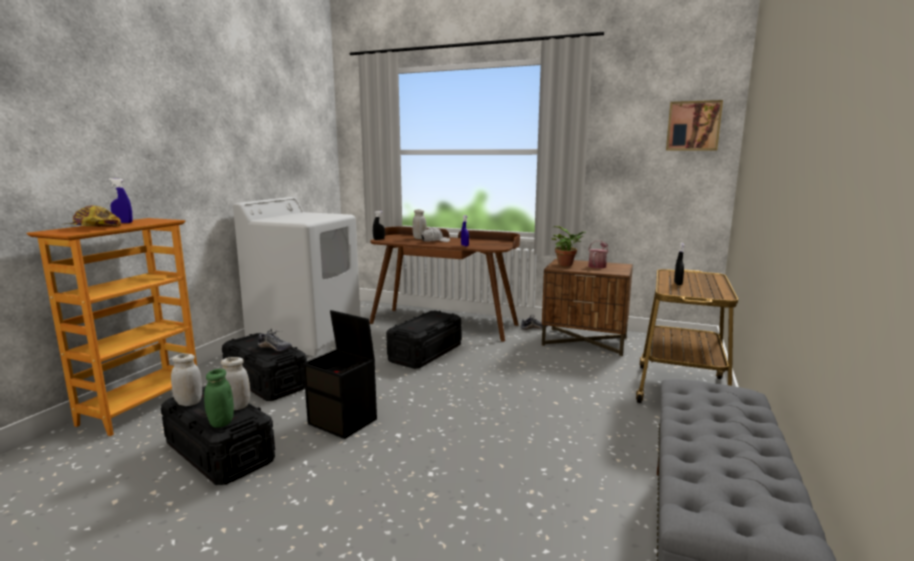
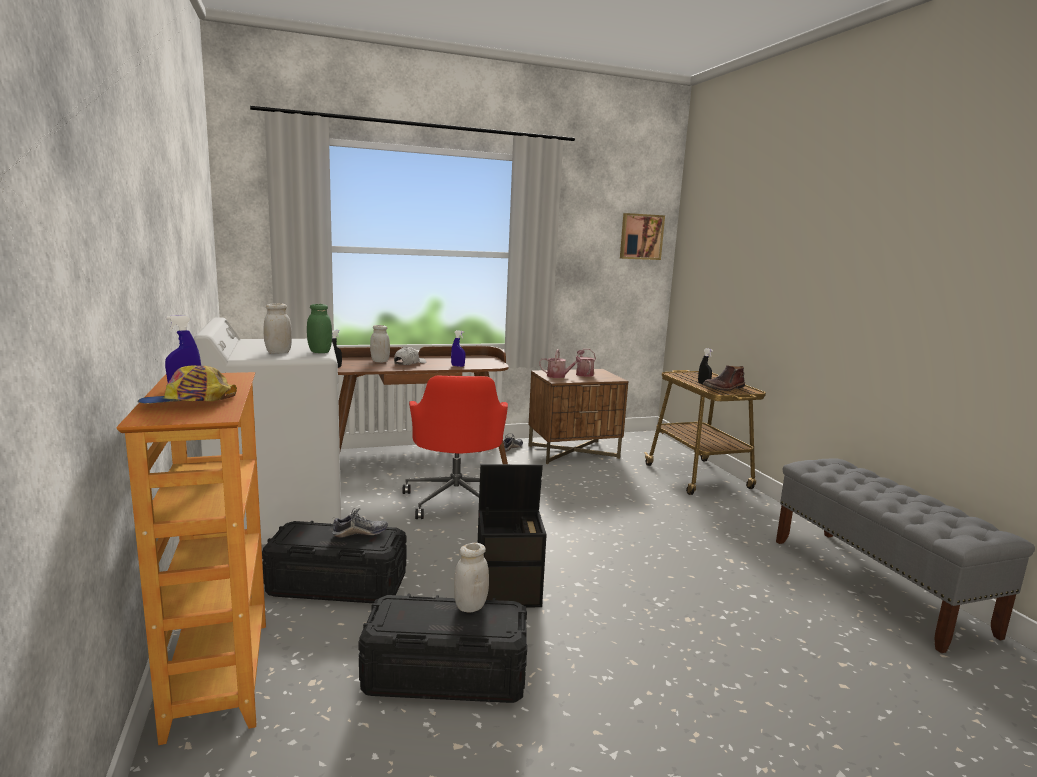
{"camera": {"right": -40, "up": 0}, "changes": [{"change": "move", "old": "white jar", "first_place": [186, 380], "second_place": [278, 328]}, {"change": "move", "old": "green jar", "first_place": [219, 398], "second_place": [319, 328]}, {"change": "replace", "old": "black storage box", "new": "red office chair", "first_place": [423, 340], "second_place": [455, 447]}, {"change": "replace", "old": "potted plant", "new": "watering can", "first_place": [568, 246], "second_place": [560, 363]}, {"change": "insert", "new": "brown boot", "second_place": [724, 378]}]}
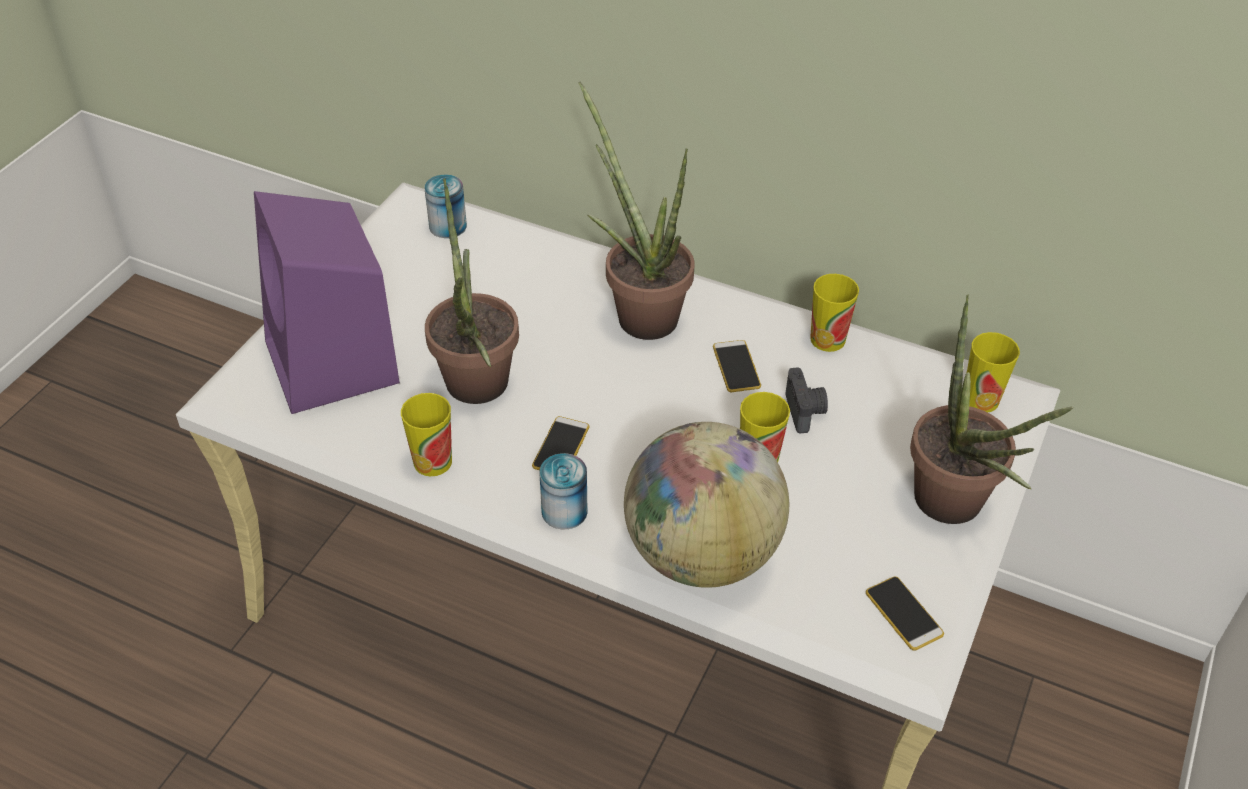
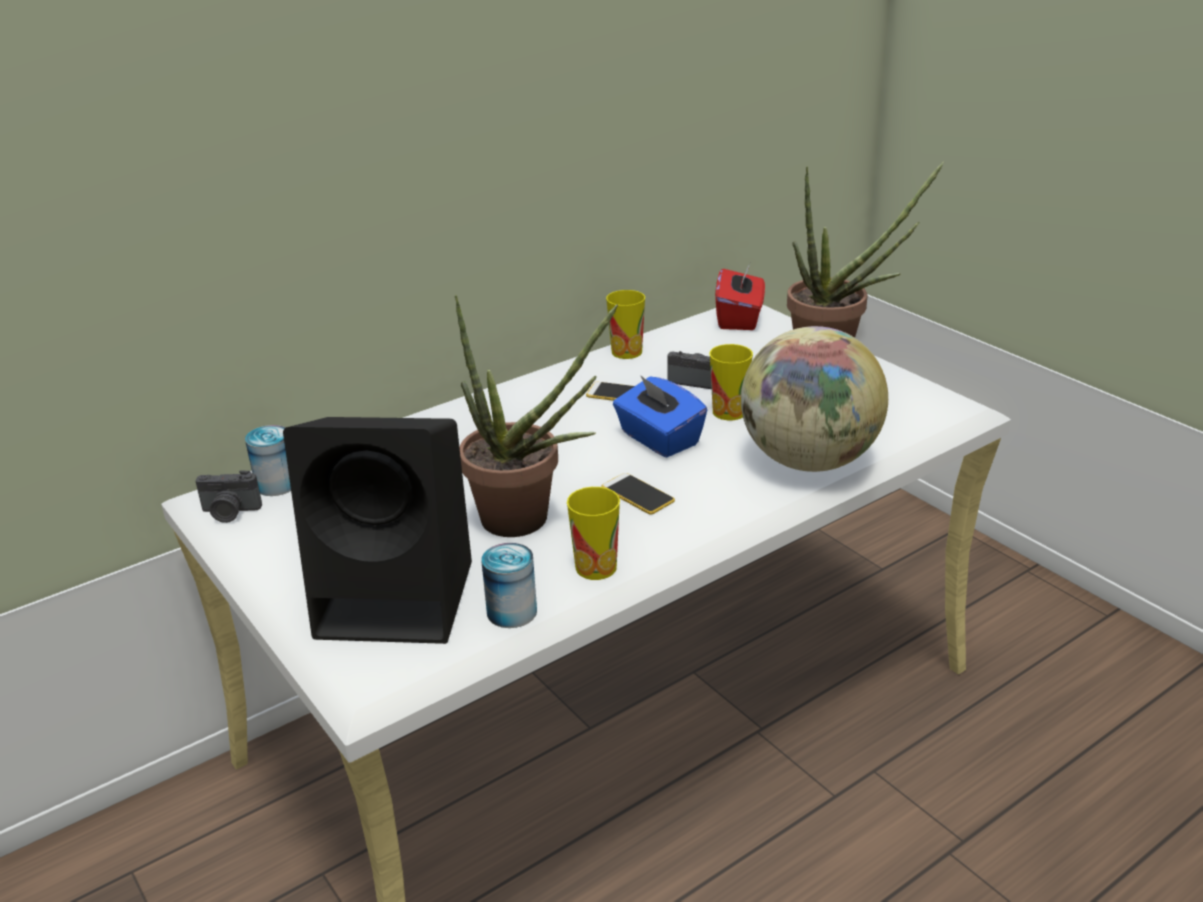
{"camera": {"right": -60, "up": -15}, "changes": [{"change": "insert", "new": "photo camera", "second_place": [228, 497]}, {"change": "recolor", "old": "purple speaker", "new": "black speaker", "first_place": [327, 302], "second_place": [377, 530]}, {"change": "move", "old": "can", "first_place": [564, 491], "second_place": [509, 585]}, {"change": "insert", "new": "blue tissue box", "second_place": [660, 416]}, {"change": "replace", "old": "cup", "new": "red tissue box", "first_place": [993, 372], "second_place": [740, 295]}, {"change": "delete", "old": "potted plant", "first_place": [637, 211]}, {"change": "delete", "old": "phone", "first_place": [905, 614]}]}
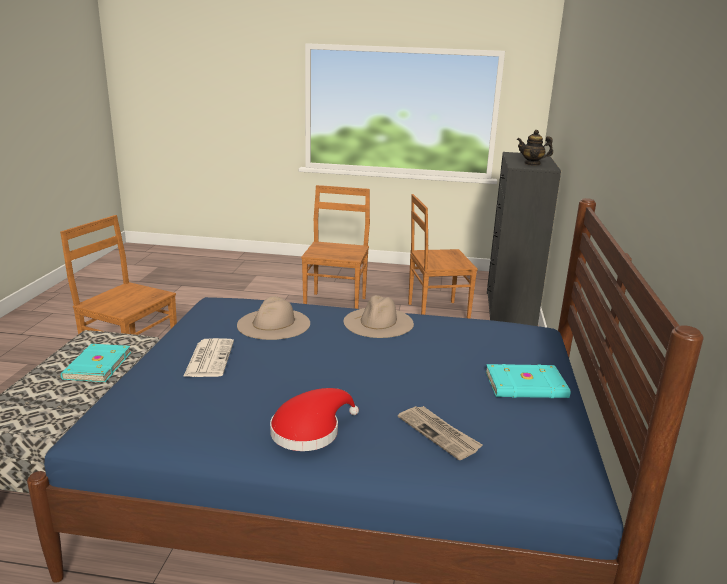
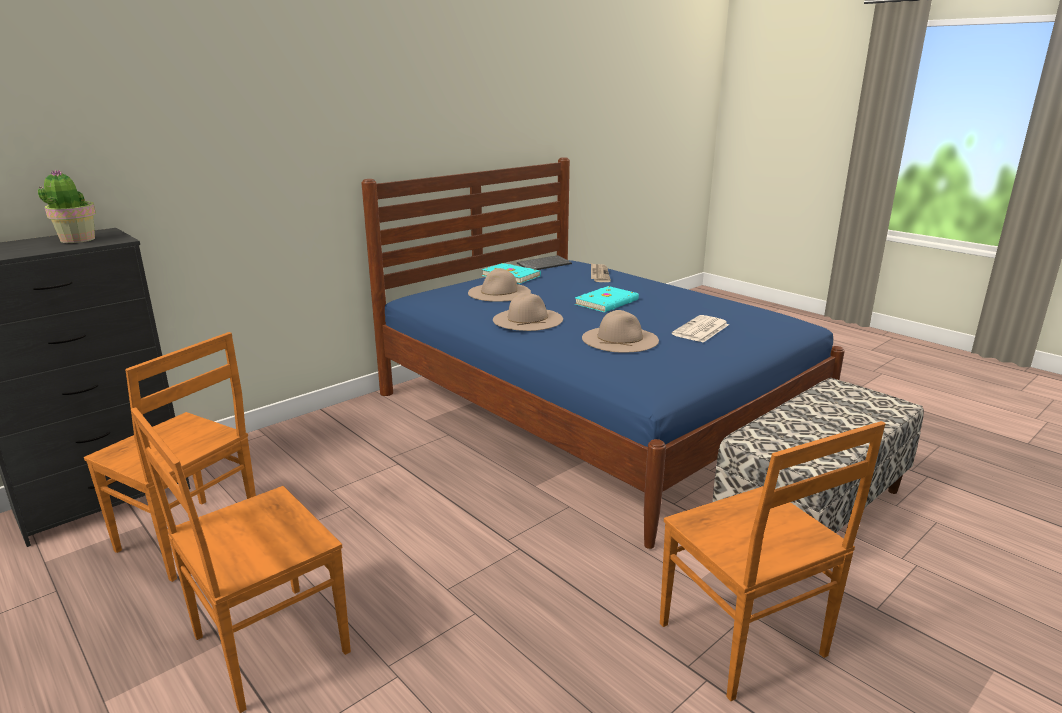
{"camera": {"right": -140, "up": 0}, "changes": [{"change": "replace", "old": "teapot", "new": "potted plant", "first_place": [535, 148], "second_place": [67, 206]}, {"change": "insert", "new": "beige hat", "second_place": [499, 285]}, {"change": "insert", "new": "keyboard", "second_place": [544, 262]}, {"change": "move", "old": "turquoise book", "first_place": [96, 363], "second_place": [607, 299]}, {"change": "delete", "old": "red hat", "first_place": [314, 419]}]}
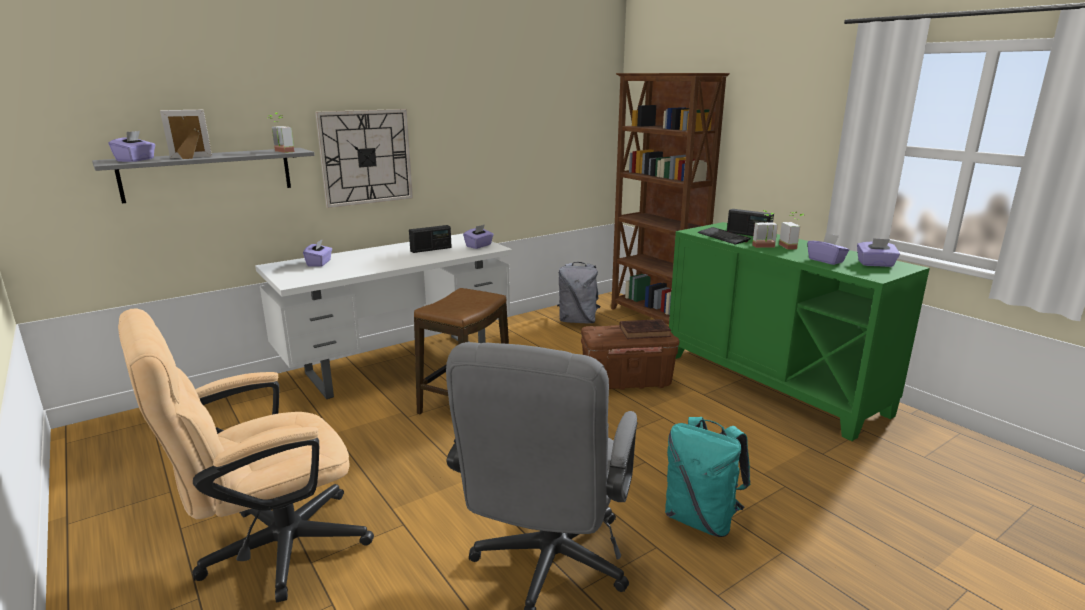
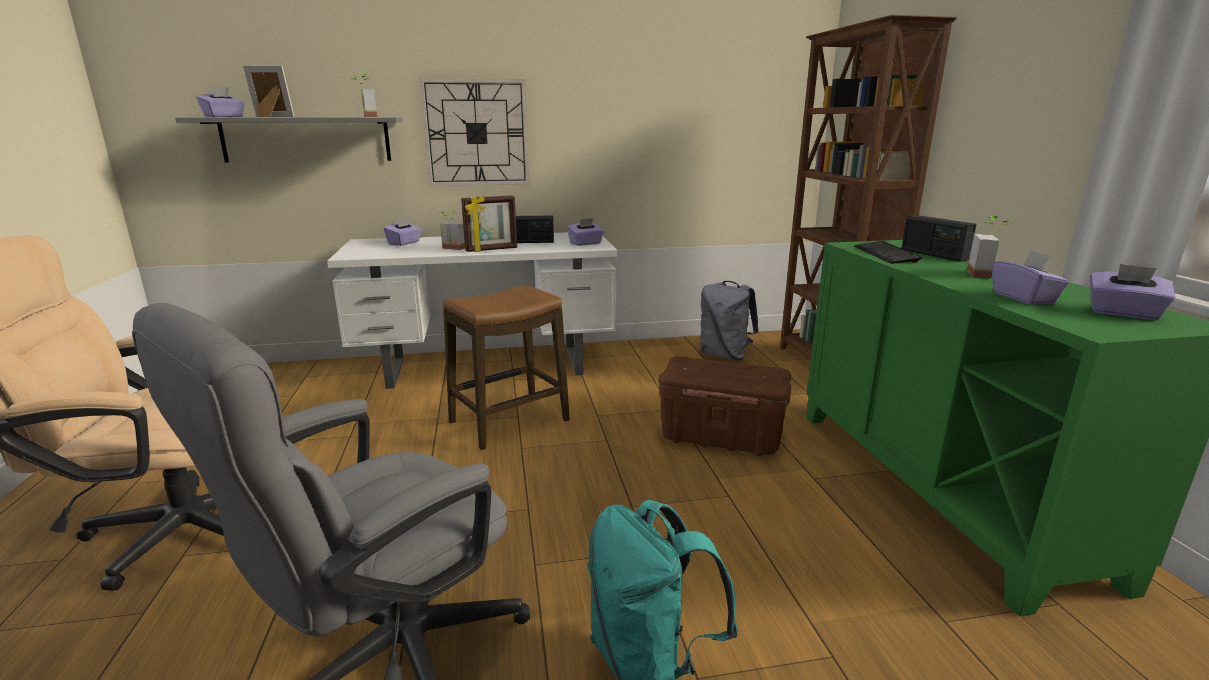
{"camera": {"right": 25, "up": 0}, "changes": [{"change": "move", "old": "potted plant", "first_place": [765, 229], "second_place": [452, 229]}, {"change": "insert", "new": "picture frame", "second_place": [489, 224]}, {"change": "delete", "old": "brown book", "first_place": [645, 329]}]}
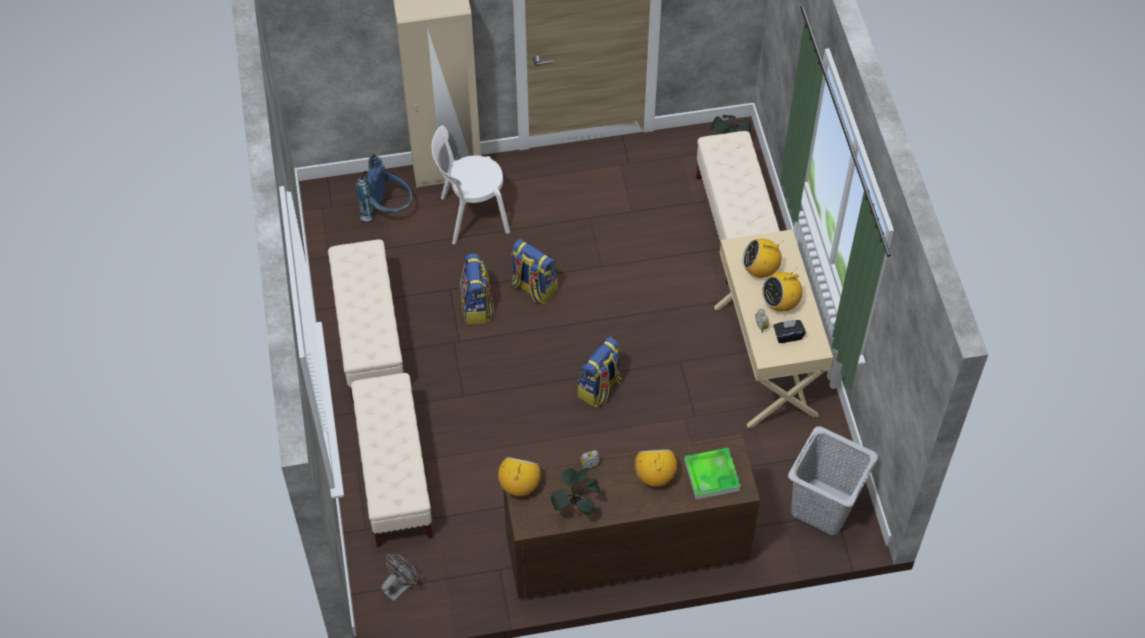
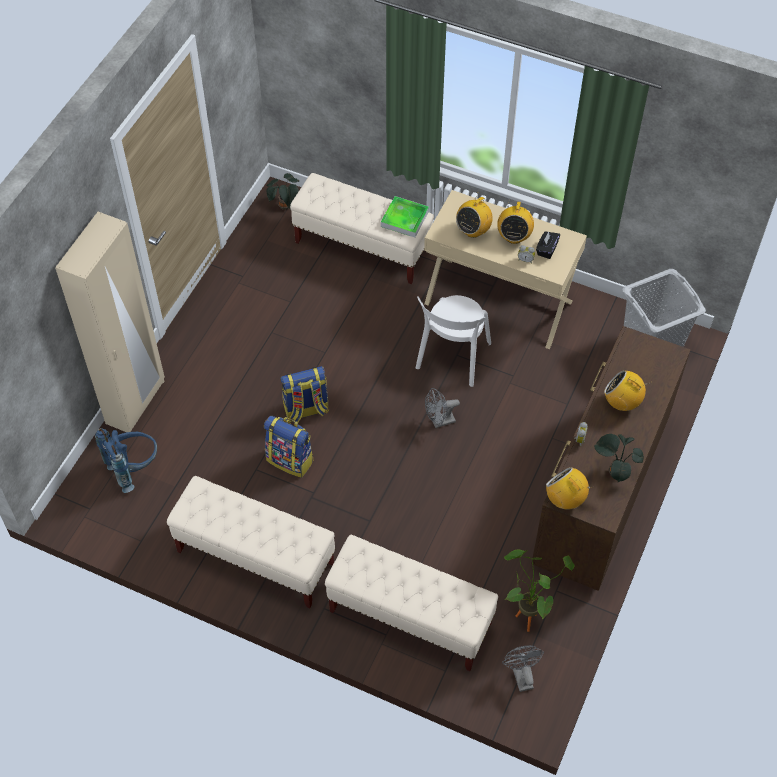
{"camera": {"right": -55, "up": 0}, "changes": [{"change": "move", "old": "tray", "first_place": [712, 474], "second_place": [405, 216]}, {"change": "move", "old": "white chair", "first_place": [471, 184], "second_place": [453, 341]}, {"change": "replace", "old": "backpack", "new": "grey fan", "first_place": [599, 372], "second_place": [442, 408]}, {"change": "insert", "new": "potted plant", "second_place": [539, 590]}]}
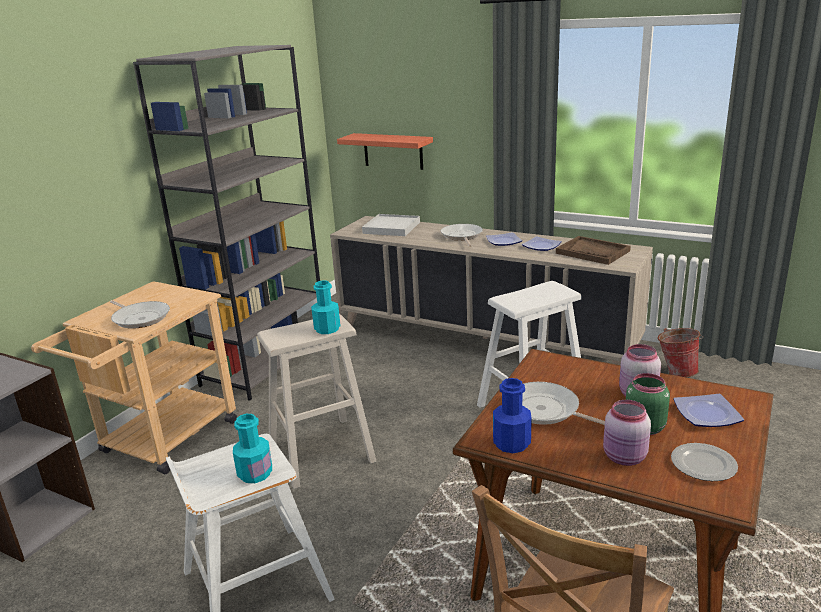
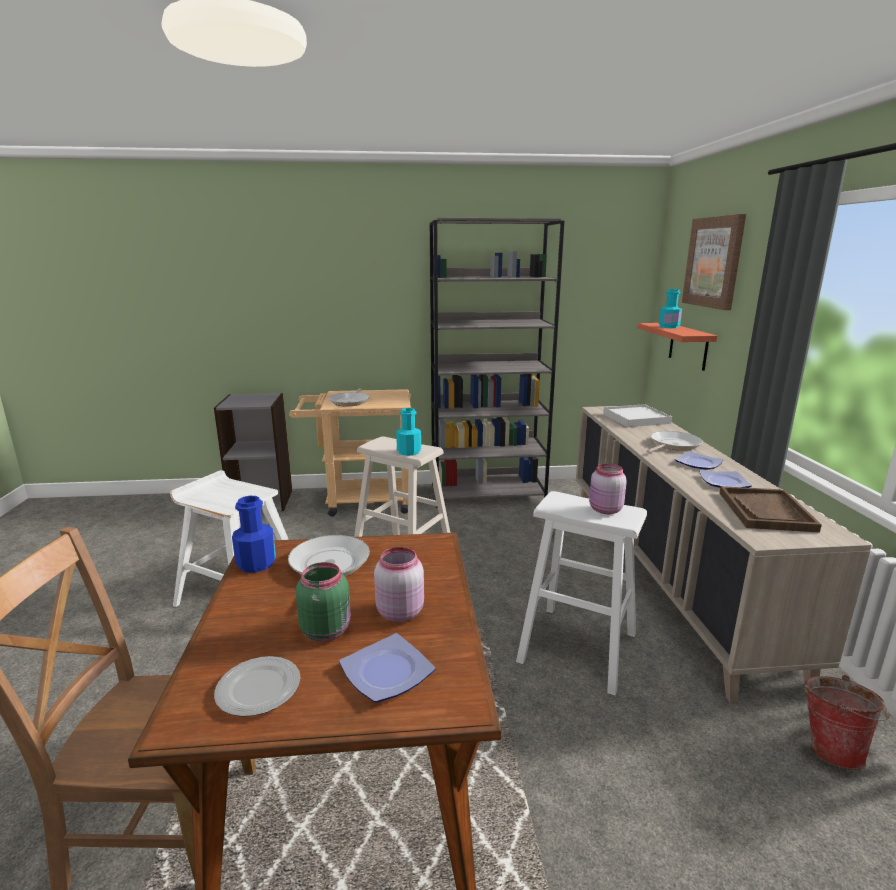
{"camera": {"right": 55, "up": -5}, "changes": [{"change": "move", "old": "pink jar", "first_place": [627, 433], "second_place": [608, 488]}, {"change": "move", "old": "turquoise bottle", "first_place": [252, 448], "second_place": [670, 308]}, {"change": "insert", "new": "picture", "second_place": [714, 262]}]}
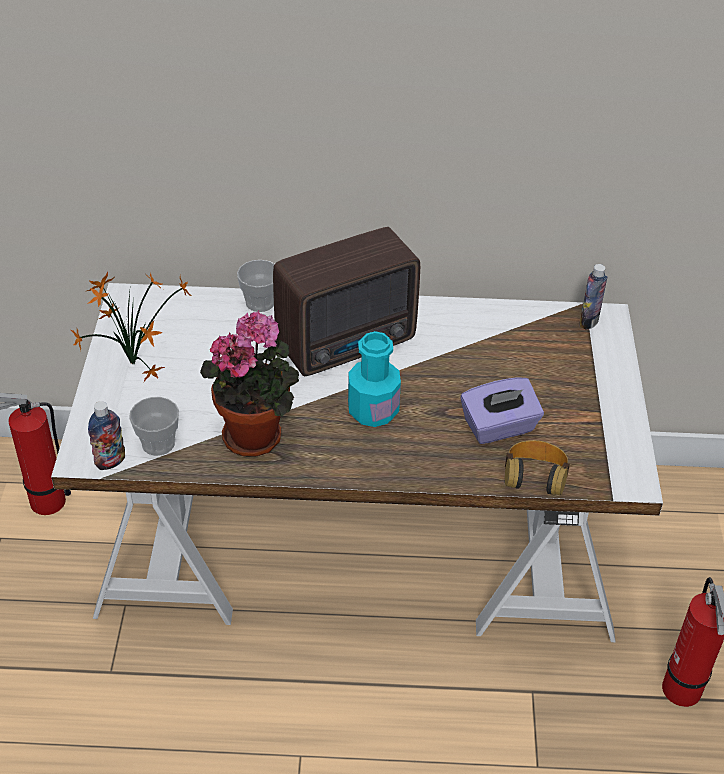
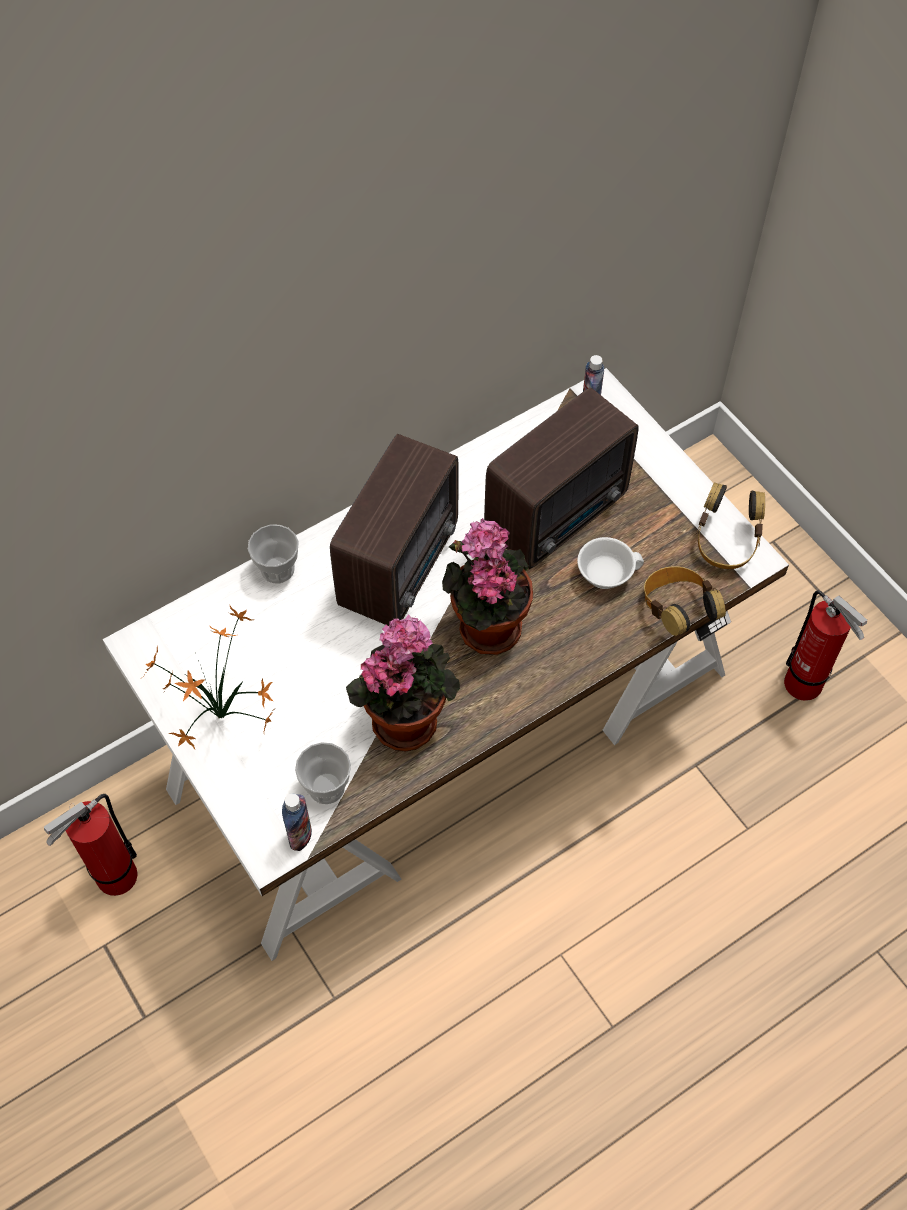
{"camera": {"right": -35, "up": 15}, "changes": [{"change": "replace", "old": "turquoise bottle", "new": "potted plant", "first_place": [374, 379], "second_place": [487, 586]}, {"change": "insert", "new": "radio", "second_place": [561, 478]}, {"change": "replace", "old": "purple tissue box", "new": "white cup", "first_place": [502, 410], "second_place": [610, 563]}, {"change": "insert", "new": "headphones", "second_place": [730, 525]}]}
